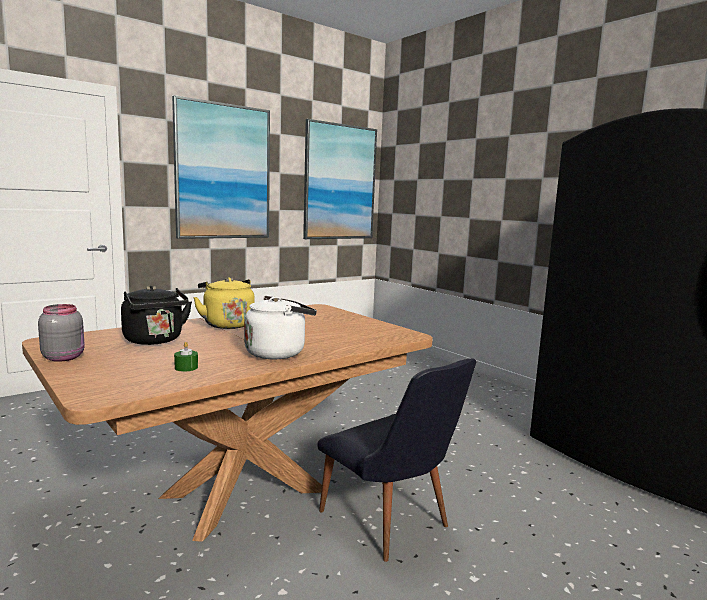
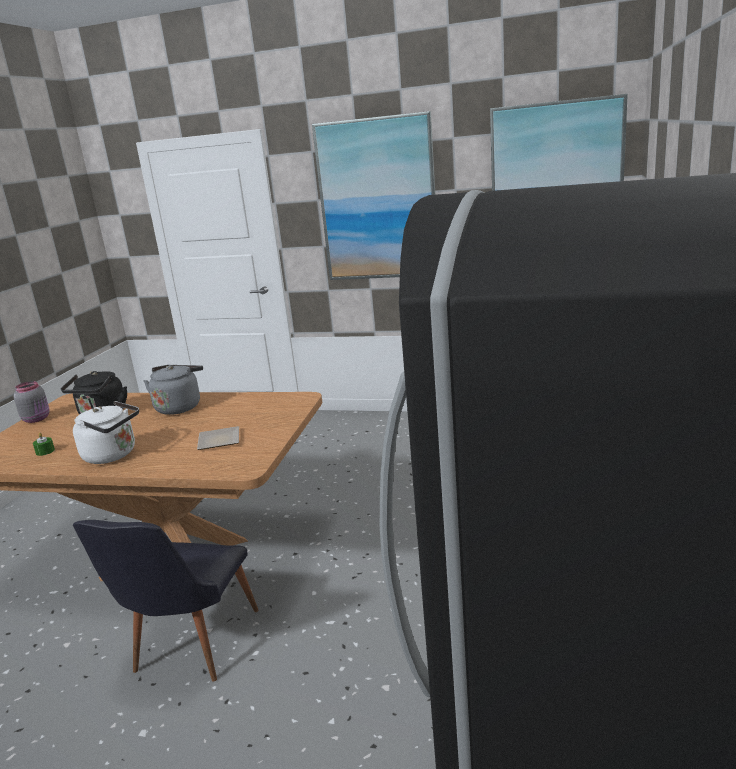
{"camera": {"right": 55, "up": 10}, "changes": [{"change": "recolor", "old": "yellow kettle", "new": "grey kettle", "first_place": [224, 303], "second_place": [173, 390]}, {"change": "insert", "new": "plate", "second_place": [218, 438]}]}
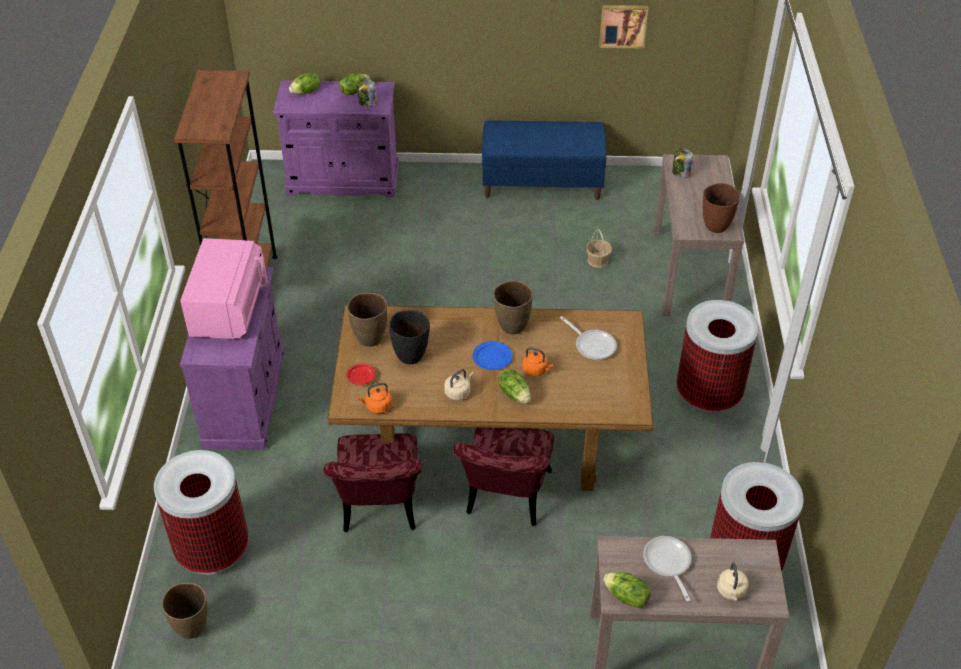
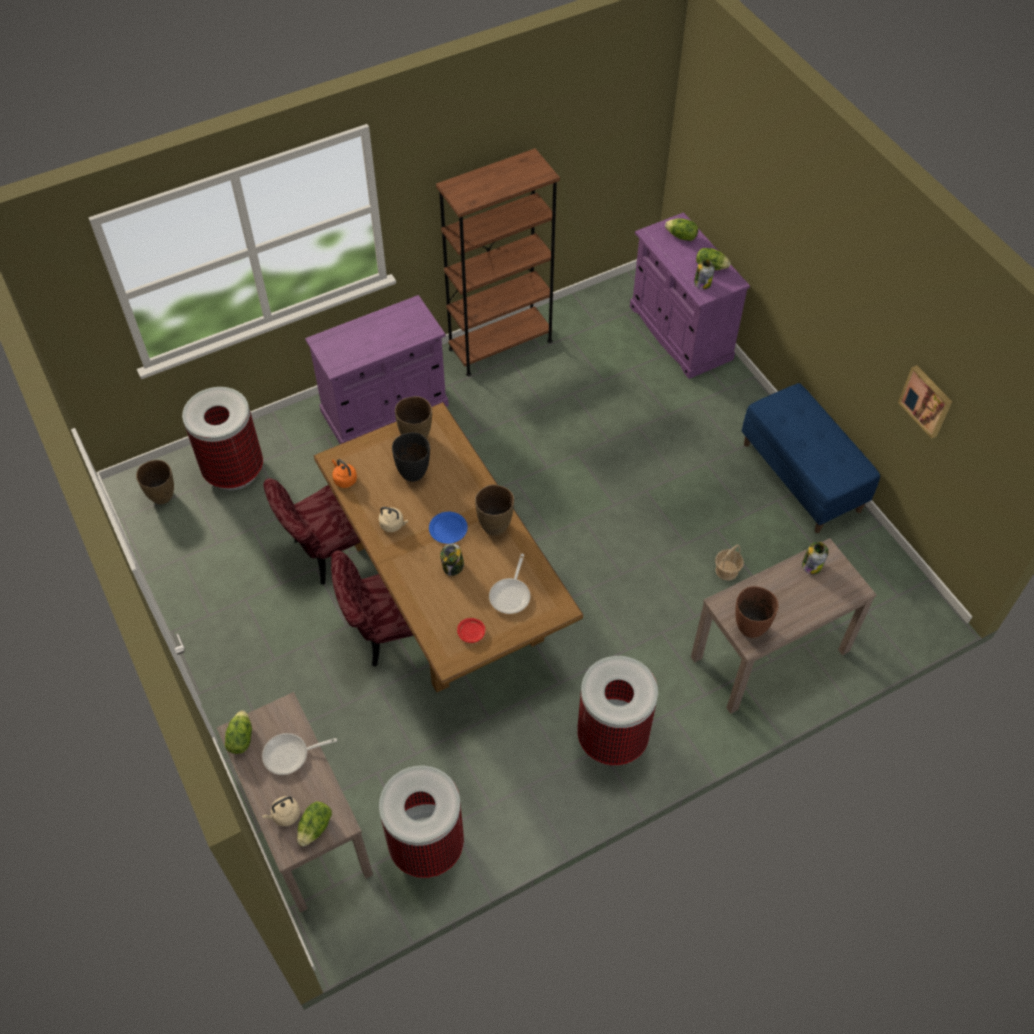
{"camera": {"right": 60, "up": 10}, "changes": [{"change": "rotate", "old": "frying pan", "first_place": [667, 569], "second_place": [299, 754], "degrees": -150}, {"change": "move", "old": "lettuce", "first_place": [515, 386], "second_place": [314, 824]}, {"change": "replace", "old": "orange kettle", "new": "jar", "first_place": [538, 362], "second_place": [452, 559]}, {"change": "move", "old": "red plate", "first_place": [360, 374], "second_place": [471, 630]}, {"change": "delete", "old": "pink microwave", "first_place": [224, 288]}]}
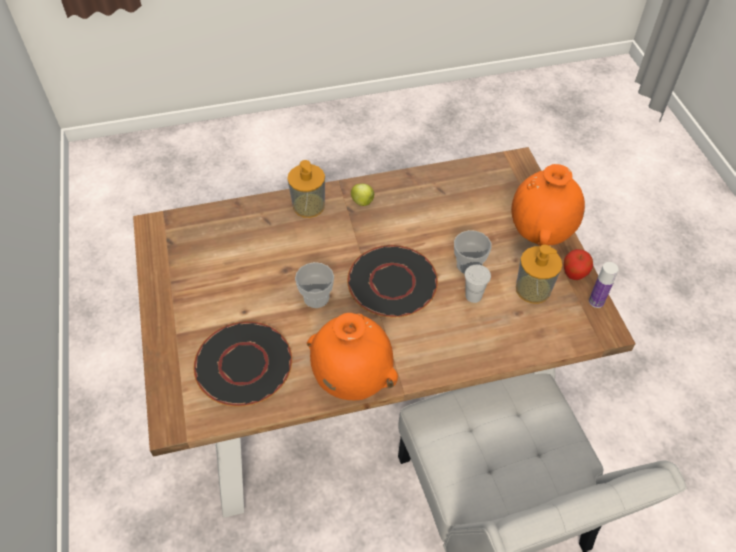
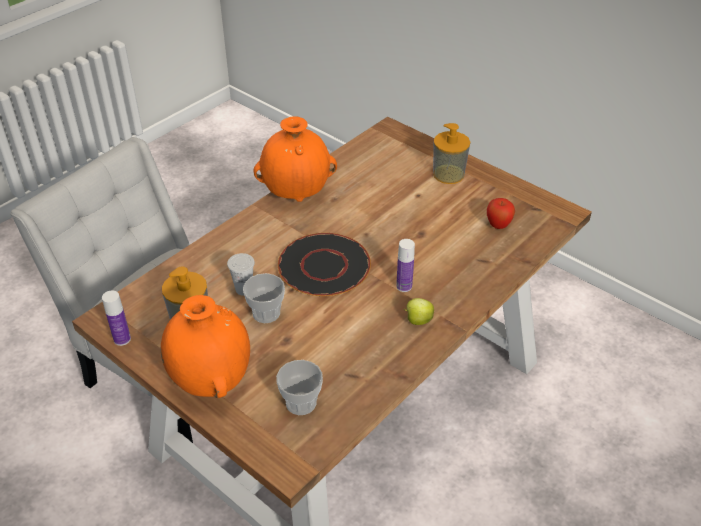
{"camera": {"right": 145, "up": -10}, "changes": [{"change": "move", "old": "cup", "first_place": [314, 285], "second_place": [299, 387]}, {"change": "insert", "new": "bottle", "second_place": [405, 265]}, {"change": "move", "old": "soap dispenser", "first_place": [306, 189], "second_place": [451, 153]}, {"change": "move", "old": "apple", "first_place": [578, 264], "second_place": [501, 213]}, {"change": "delete", "old": "black plate", "first_place": [243, 364]}]}
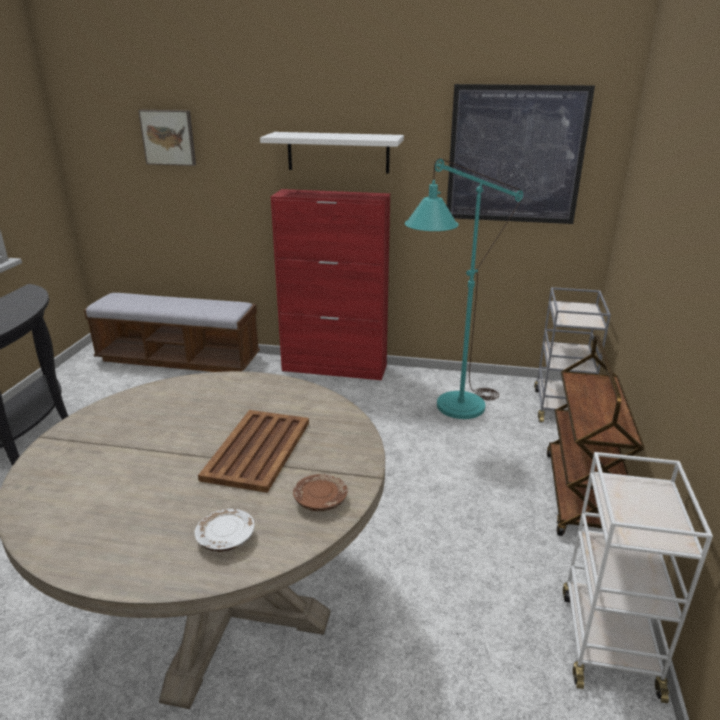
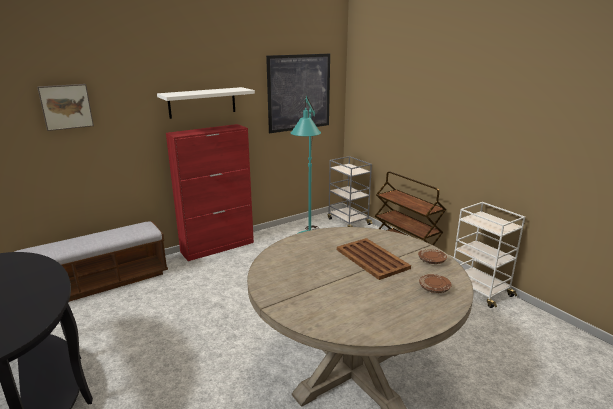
{"camera": {"right": -45, "up": -5}, "changes": [{"change": "recolor", "old": "white plate", "new": "brown plate", "first_place": [225, 530], "second_place": [435, 283]}]}
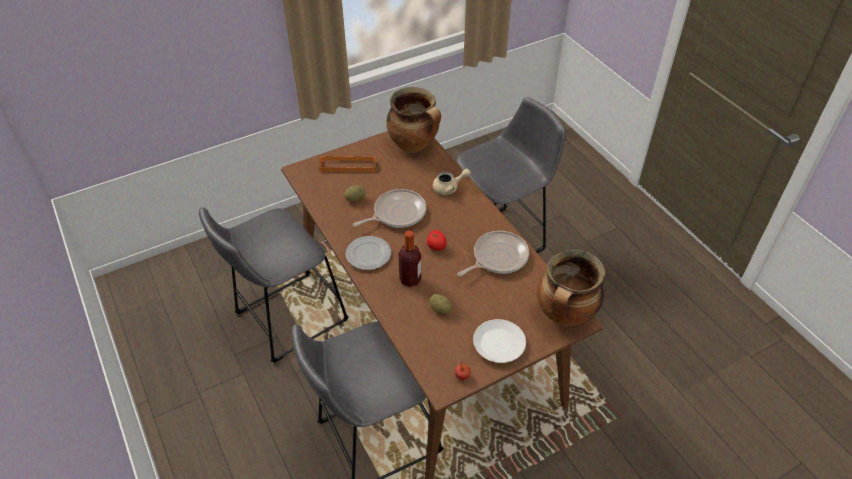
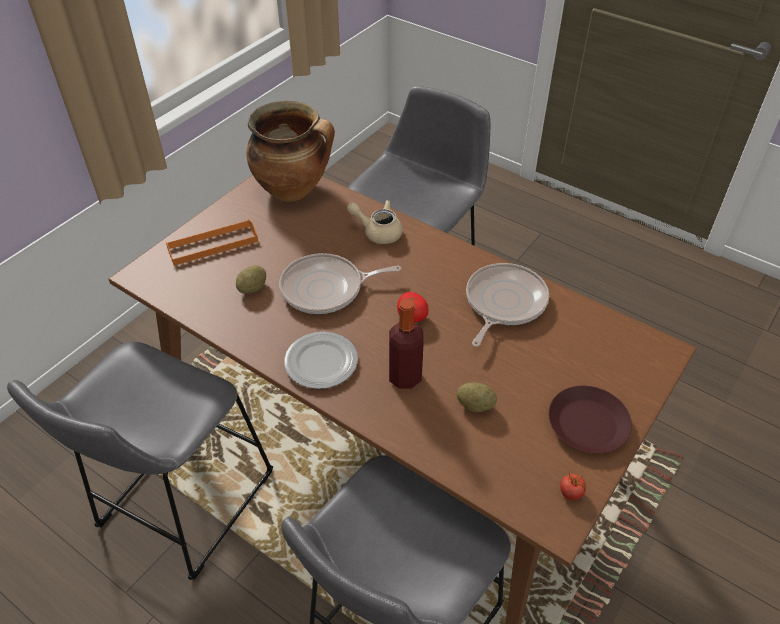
{"camera": {"right": -25, "up": 0}, "changes": [{"change": "rotate", "old": "frying pan", "first_place": [389, 208], "second_place": [340, 283], "degrees": -135}, {"change": "rotate", "old": "beige teapot", "first_place": [452, 182], "second_place": [375, 222], "degrees": -120}, {"change": "recolor", "old": "white plate", "new": "brown plate", "first_place": [499, 341], "second_place": [590, 419]}, {"change": "delete", "old": "cooking pot", "first_place": [571, 287]}]}
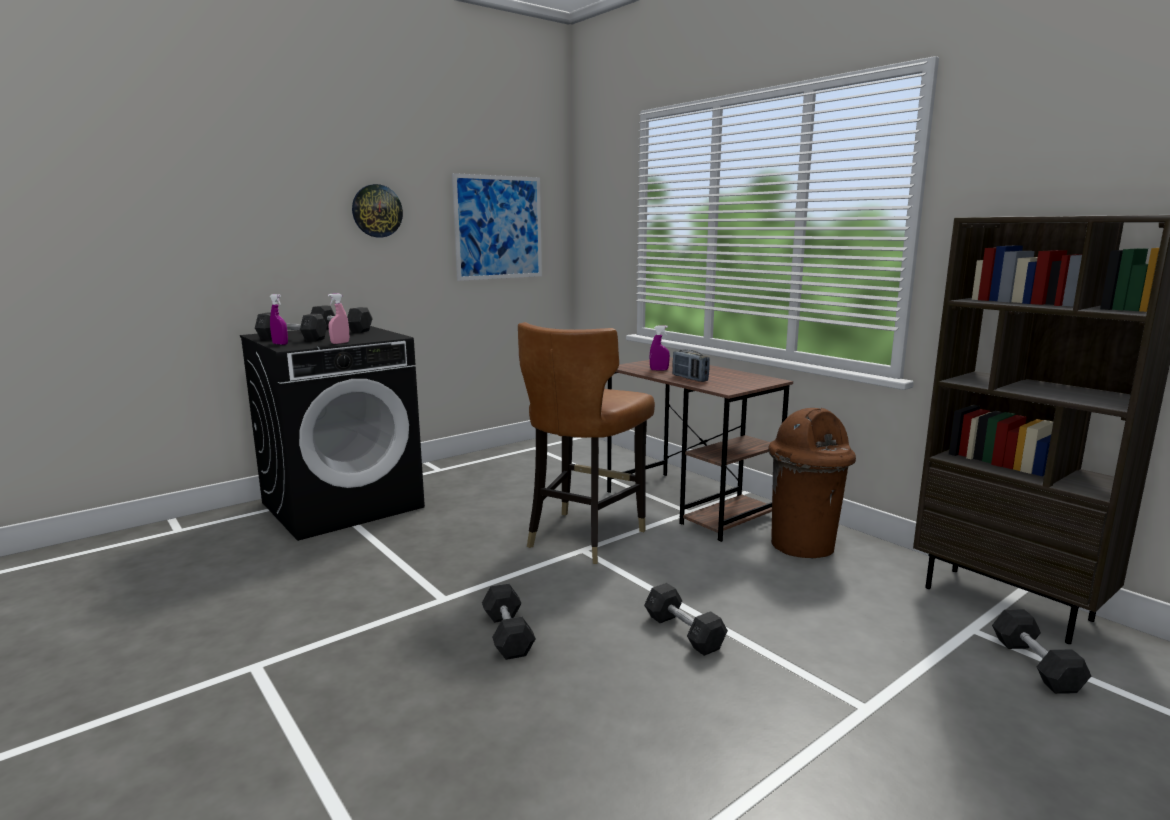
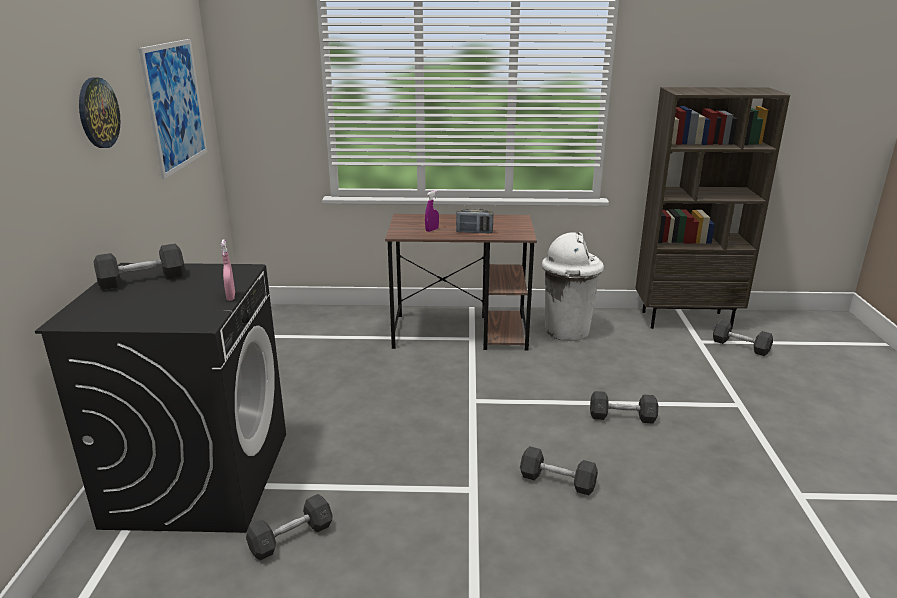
{"camera": {"right": -50, "up": 10}, "changes": [{"change": "move", "old": "grey dumbbell", "first_place": [291, 327], "second_place": [289, 527]}, {"change": "recolor", "old": "brown trash can", "new": "white trash can", "first_place": [812, 483], "second_place": [572, 286]}, {"change": "delete", "old": "purple spray bottle", "first_place": [279, 319]}, {"change": "delete", "old": "brown chair", "first_place": [586, 443]}]}
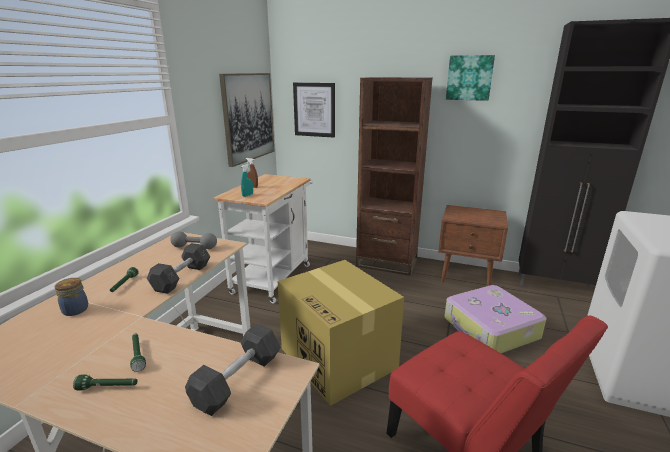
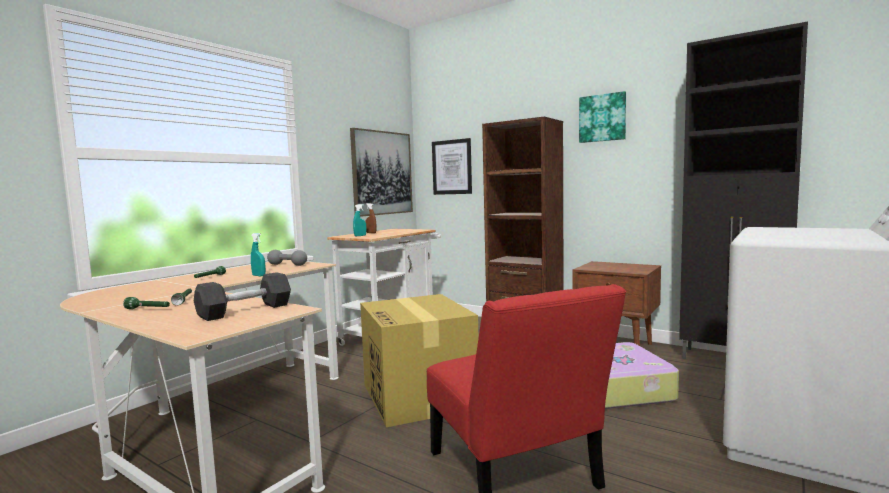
{"camera": {"right": 15, "up": -15}, "changes": [{"change": "replace", "old": "grey dumbbell", "new": "turquoise spray bottle", "first_place": [178, 268], "second_place": [258, 254]}, {"change": "delete", "old": "jar", "first_place": [71, 297]}]}
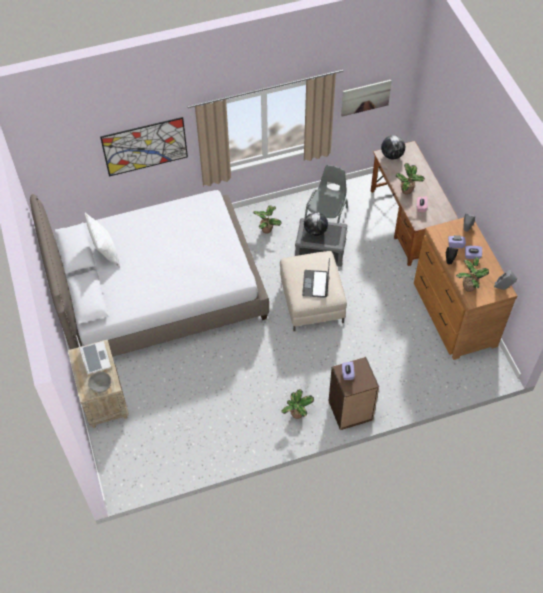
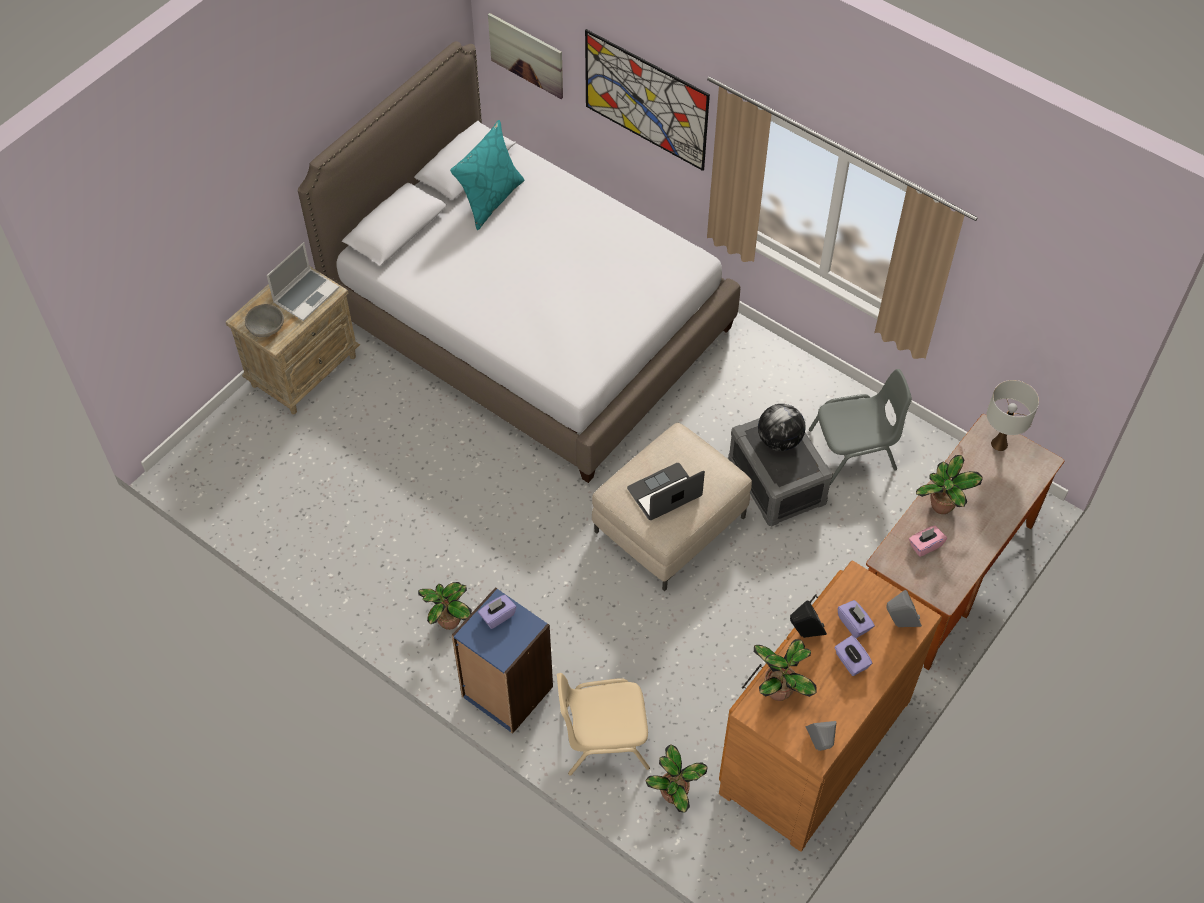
{"camera": {"right": 55, "up": 0}, "changes": [{"change": "recolor", "old": "white pillow", "new": "turquoise pillow", "first_place": [102, 240], "second_place": [487, 175]}, {"change": "recolor", "old": "brown bookcase", "new": "blue bookcase", "first_place": [354, 393], "second_place": [502, 660]}, {"change": "move", "old": "picture", "first_place": [366, 98], "second_place": [525, 56]}, {"change": "insert", "new": "beige chair", "second_place": [603, 724]}, {"change": "move", "old": "potted plant", "first_place": [267, 219], "second_place": [676, 778]}, {"change": "replace", "old": "globe", "new": "white table lamp", "first_place": [393, 147], "second_place": [1013, 415]}]}
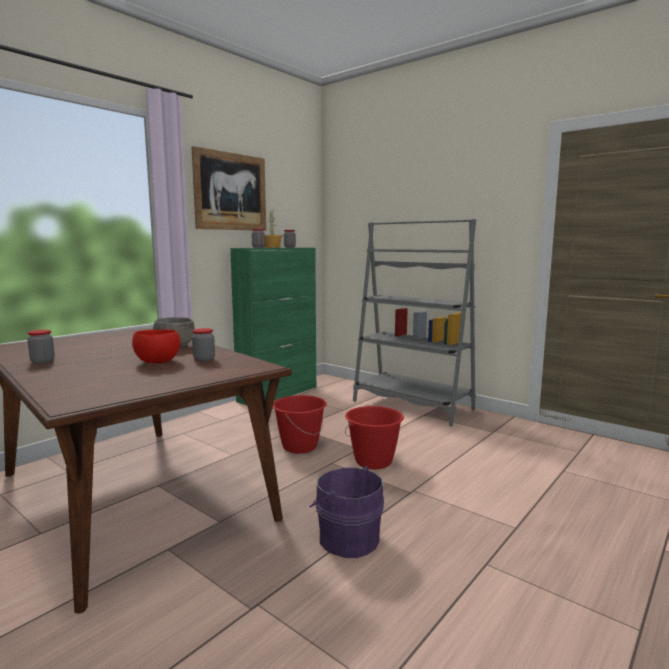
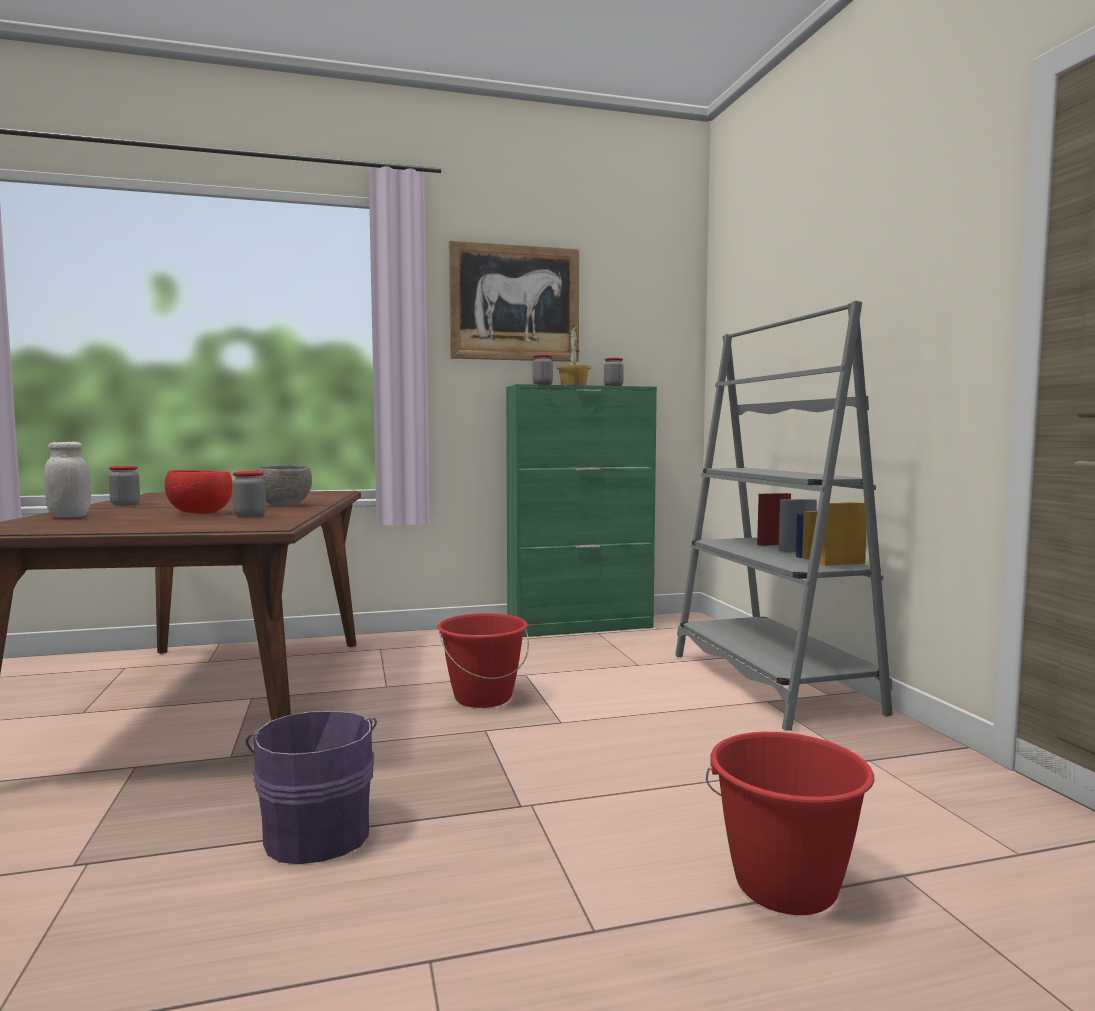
{"camera": {"right": 35, "up": -5}, "changes": [{"change": "insert", "new": "white jar", "second_place": [67, 480]}, {"change": "move", "old": "red bucket", "first_place": [374, 437], "second_place": [790, 823]}]}
